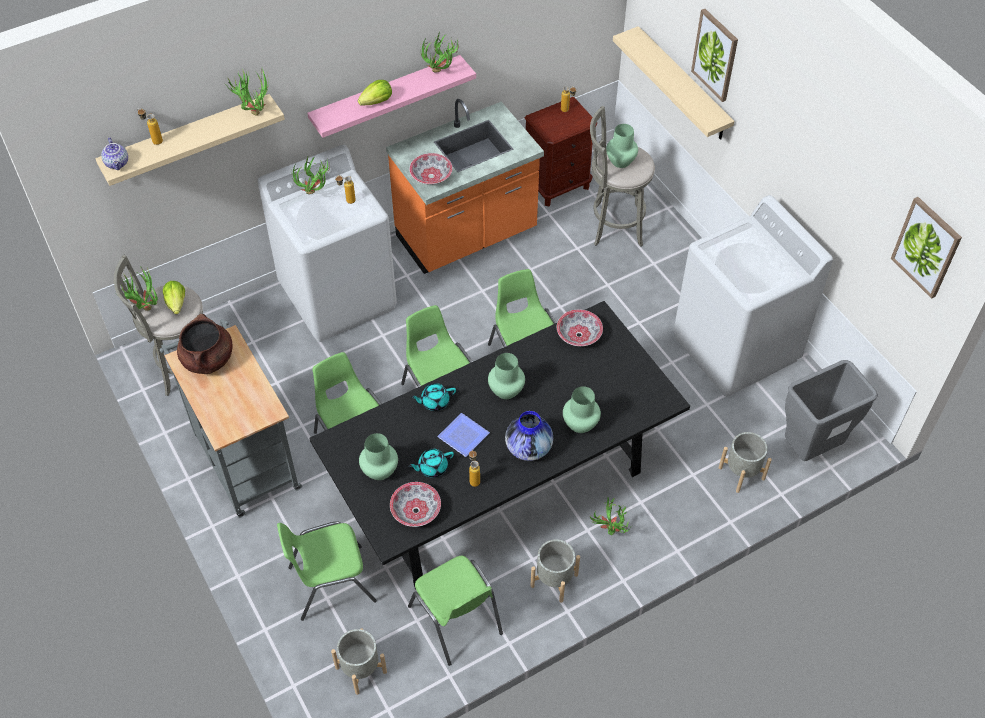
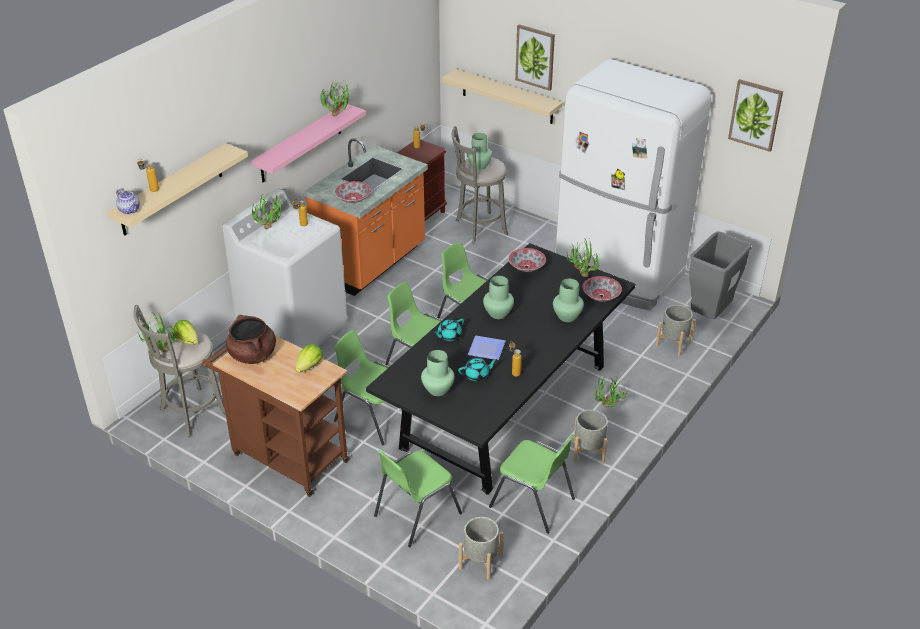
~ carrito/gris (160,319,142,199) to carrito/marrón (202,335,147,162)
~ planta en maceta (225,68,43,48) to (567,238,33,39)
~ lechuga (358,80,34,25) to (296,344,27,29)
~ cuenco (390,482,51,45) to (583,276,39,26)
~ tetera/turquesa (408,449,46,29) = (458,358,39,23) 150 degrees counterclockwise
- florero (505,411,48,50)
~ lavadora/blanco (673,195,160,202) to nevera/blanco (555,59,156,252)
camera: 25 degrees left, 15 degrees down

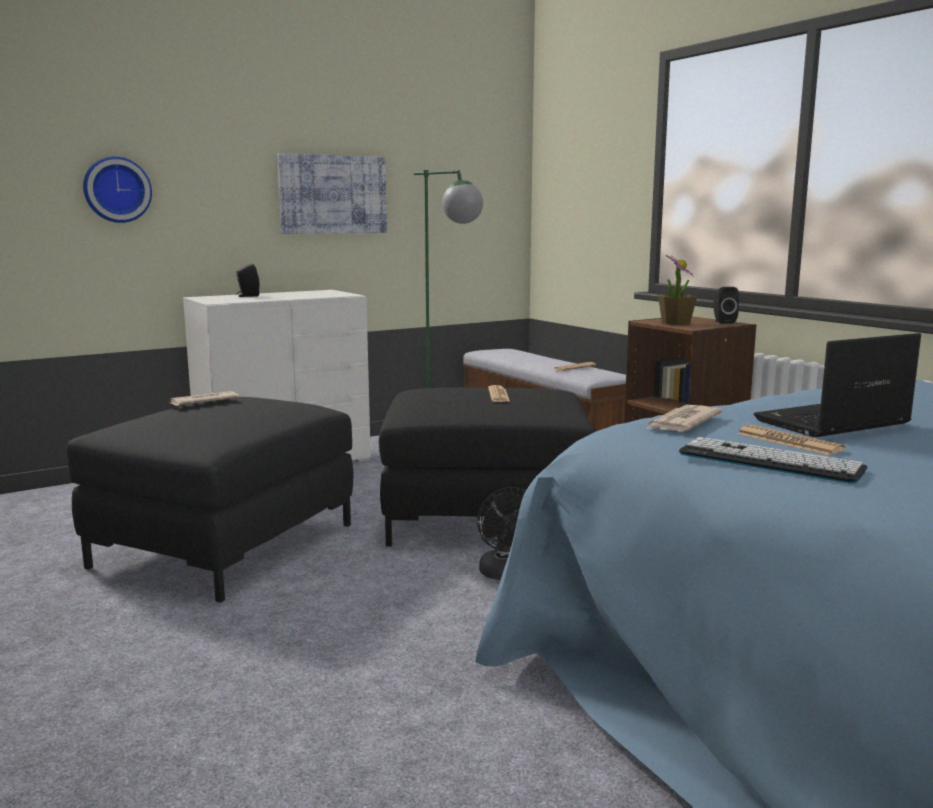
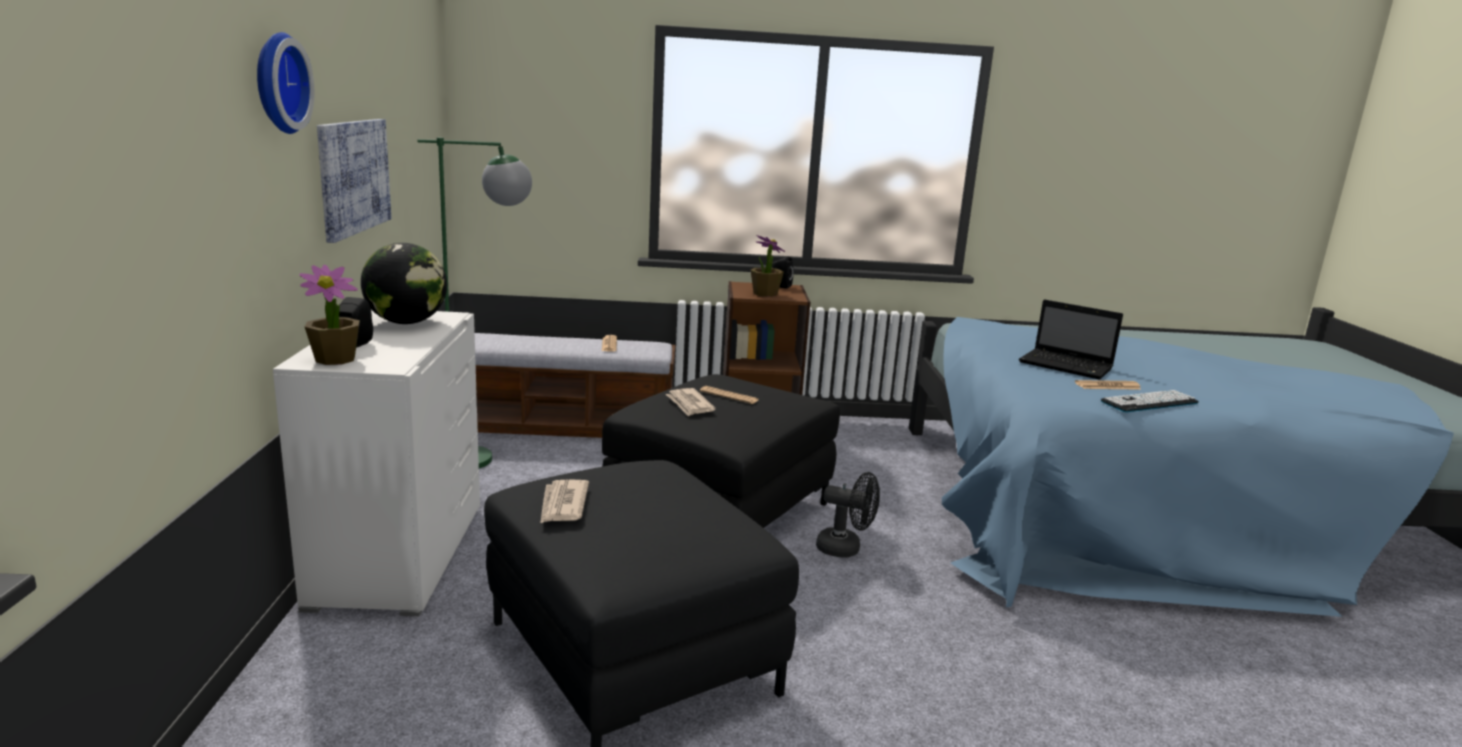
~ reloj de pared (83,156,69,67) to (257,32,57,102)
~ periódico (646,405,77,26) to (666,388,50,29)
~ portátil (754,333,167,104) = (1019,299,104,81) 60 degrees counterclockwise
+ planta en maceta (299,265,61,100)
+ globo terráqueo (361,243,86,81)
camera: 60 degrees left, 5 degrees up

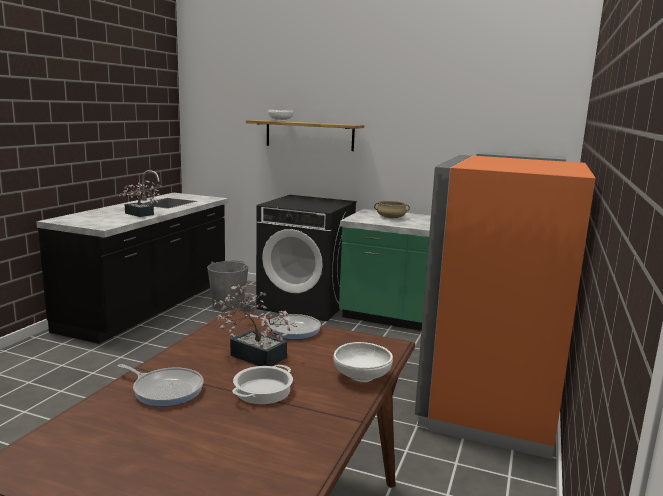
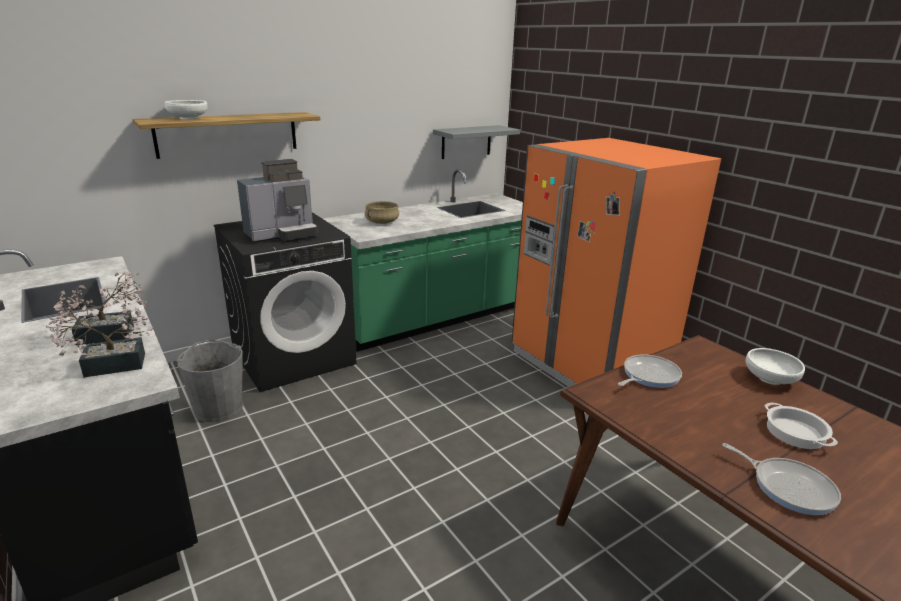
~ sartén (118,364,86,43) = (722,443,119,72) 75 degrees clockwise
~ planta en maceta (214,283,84,83) to (46,297,107,81)
+ cafetera (237,159,81,83)
camera: 55 degrees left, 10 degrees up

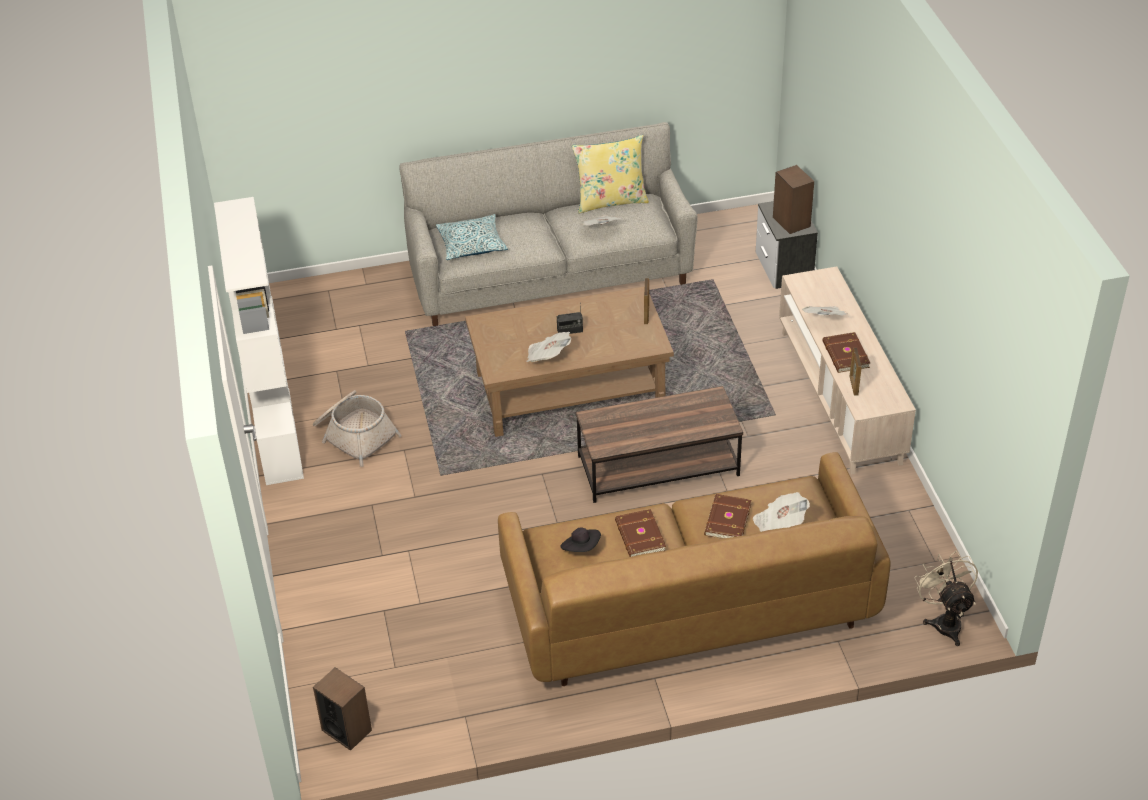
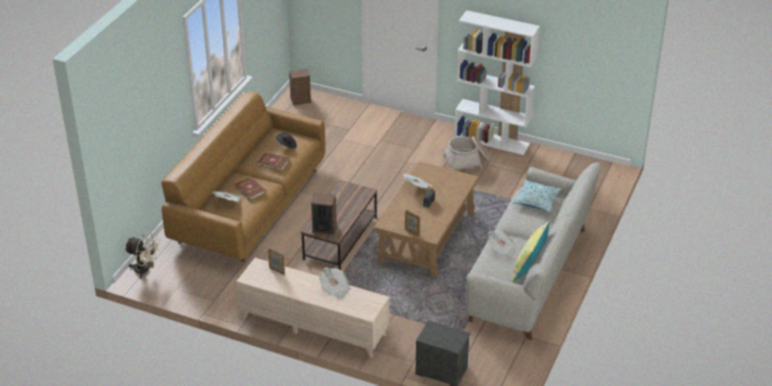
~ altavoz (773,165,41,69) to (311,193,26,42)
- libro/marrón (822,332,48,41)
camera: 125 degrees right, 5 degrees down

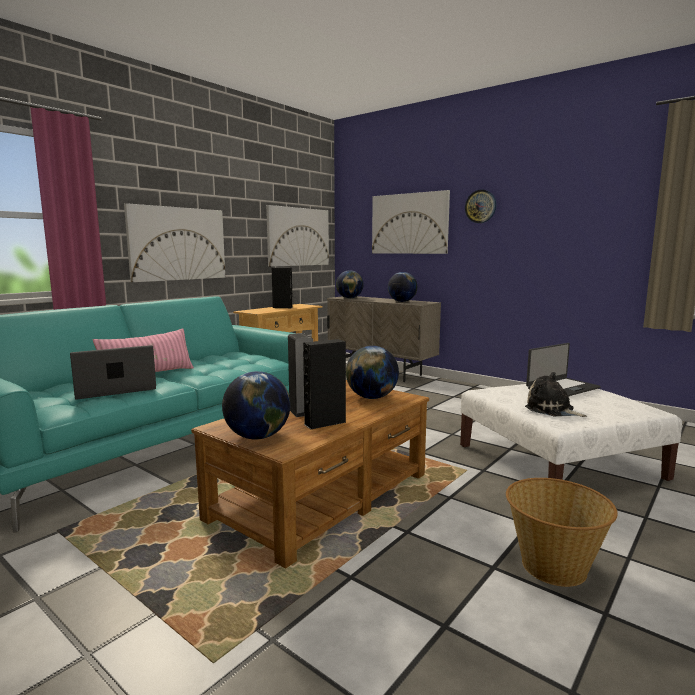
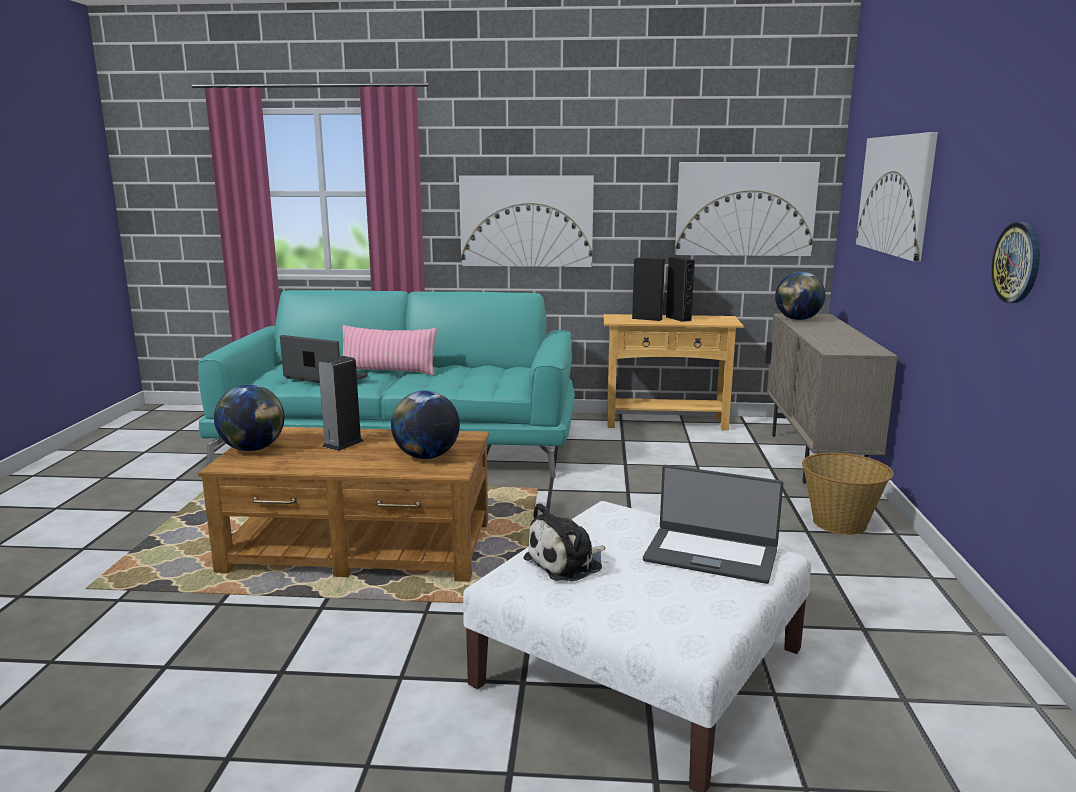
~ altavoz/negro (303,339,43,90) to (632,258,33,63)
- globo terráqueo (388,272,29,30)
~ reloj de pared (465,189,31,34) to (991,222,49,81)
~ cesta (506,478,112,109) to (802,453,92,82)
~ peluche (525,372,62,45) = (523,503,83,79) 135 degrees counterclockwise
camera: 55 degrees right, 5 degrees up

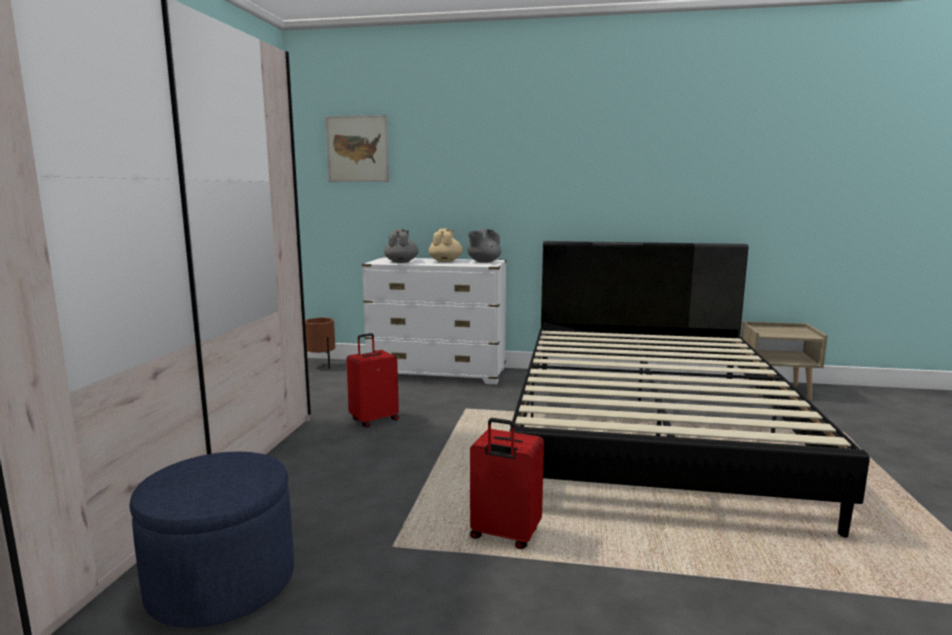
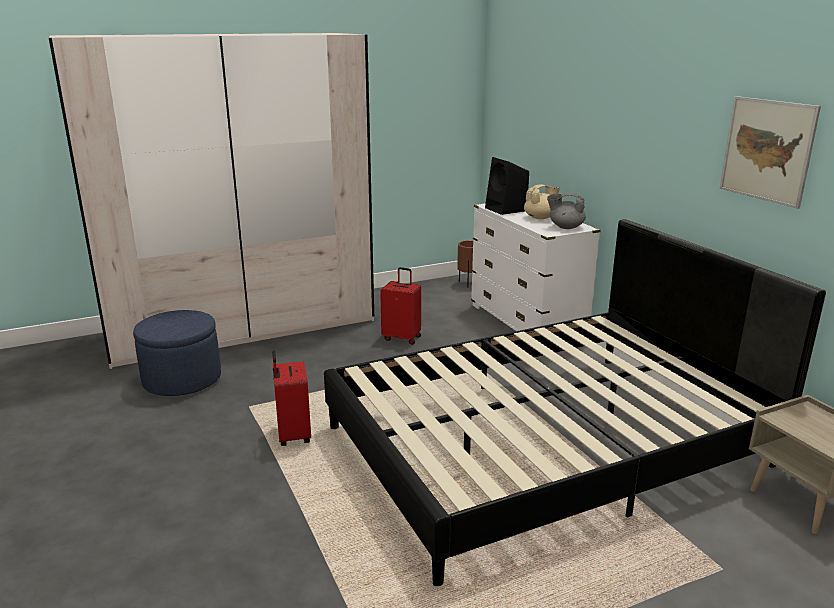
~ cuadro (325,115,64,67) to (719,96,102,113)
~ tetera/gris (384,229,35,34) to altavoz/negro (485,157,44,58)
camera: 55 degrees right, 10 degrees up

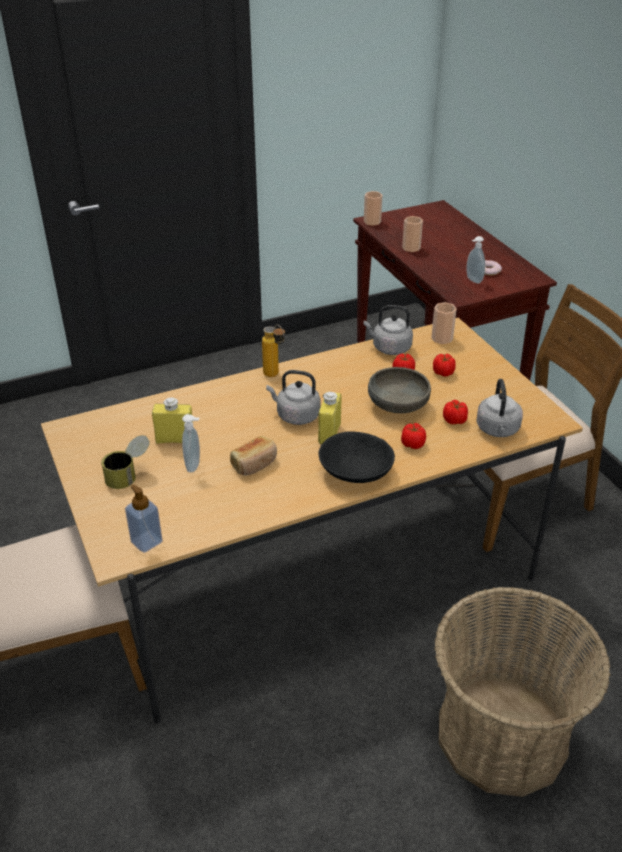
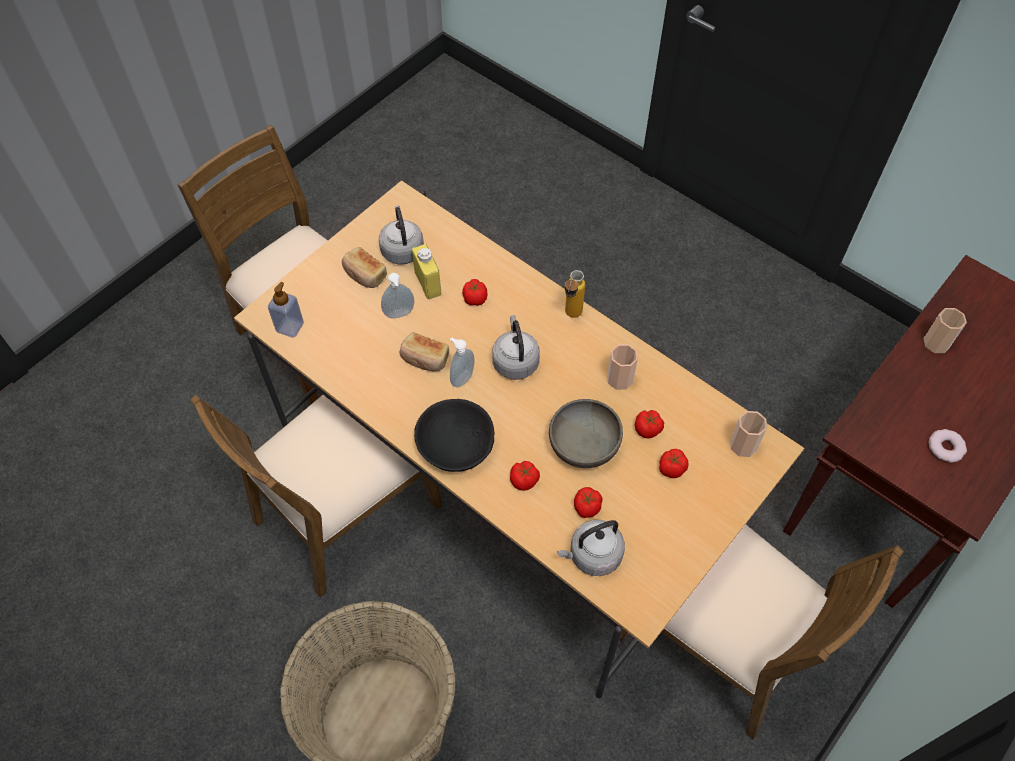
~ lata (101,435,49,54) to pan (342,247,45,41)
- botella/amarillo (318,392,24,53)
~ taza (364,191,19,35) to (607,344,31,46)
~ hervidor/gris (364,305,49,50) to (379,205,45,60)
~ dispensador de jabón (466,236,19,48) to (450,337,25,50)
+ silla/marrón (190,395,252,202)
+ tomate (462,279,25,27)
camera: 65 degrees right, 20 degrees up

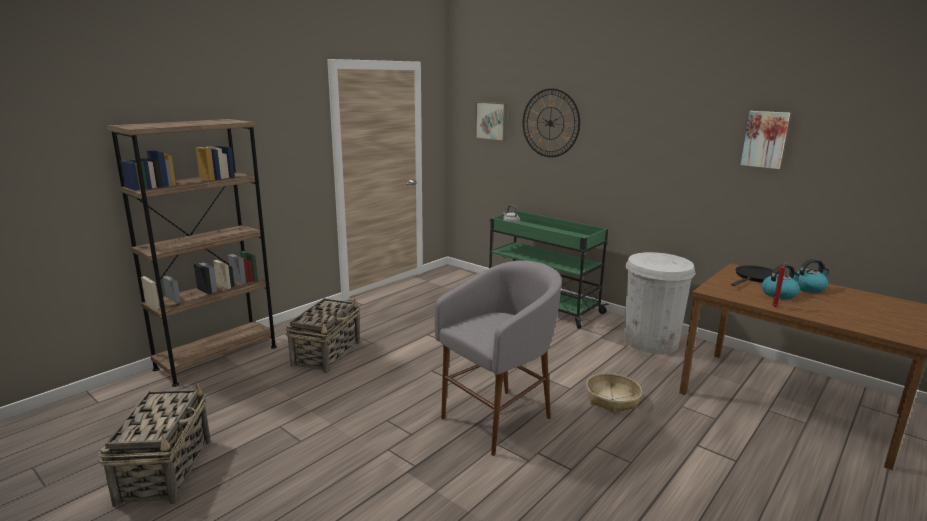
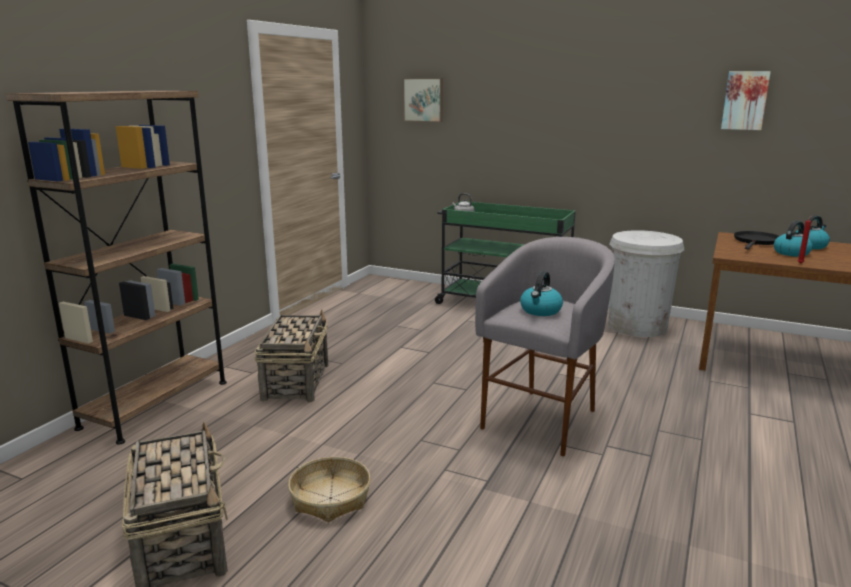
- reloj de pared (523,88,57,69)
~ cesta (586,373,56,40) to (288,457,83,65)
+ hervidor (520,271,43,45)
camera: 15 degrees left, 0 degrees up

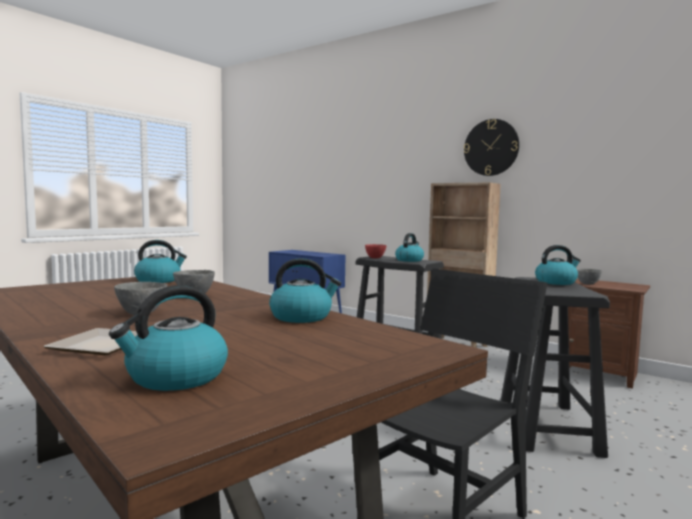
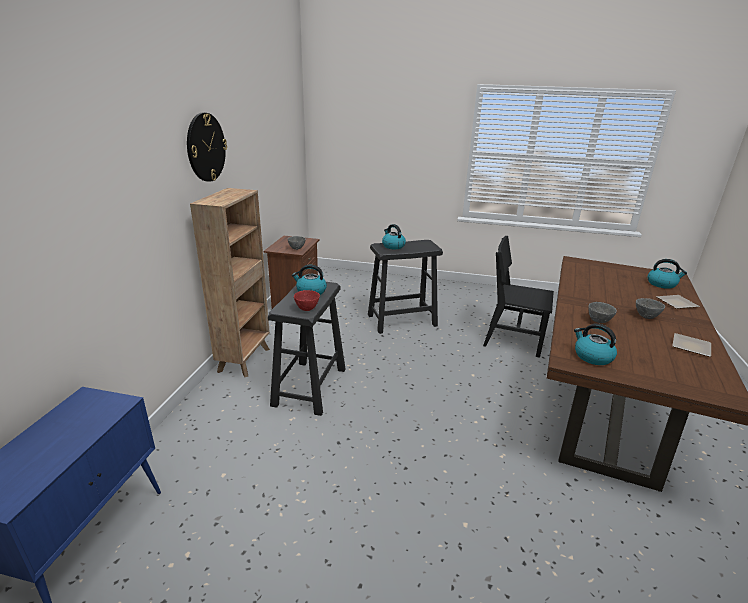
- hervidor (269,258,72,65)
+ plato (673,333,38,24)
camera: 115 degrees left, 20 degrees up

